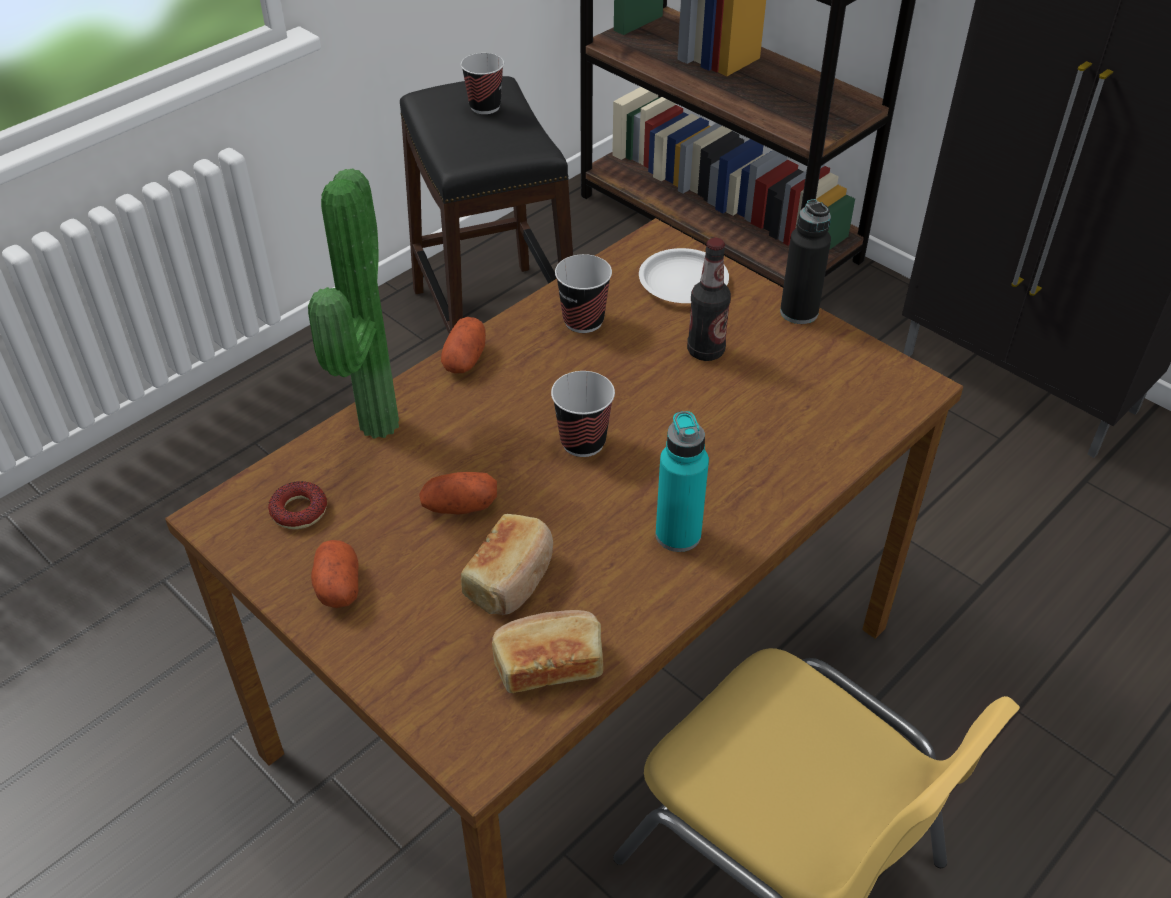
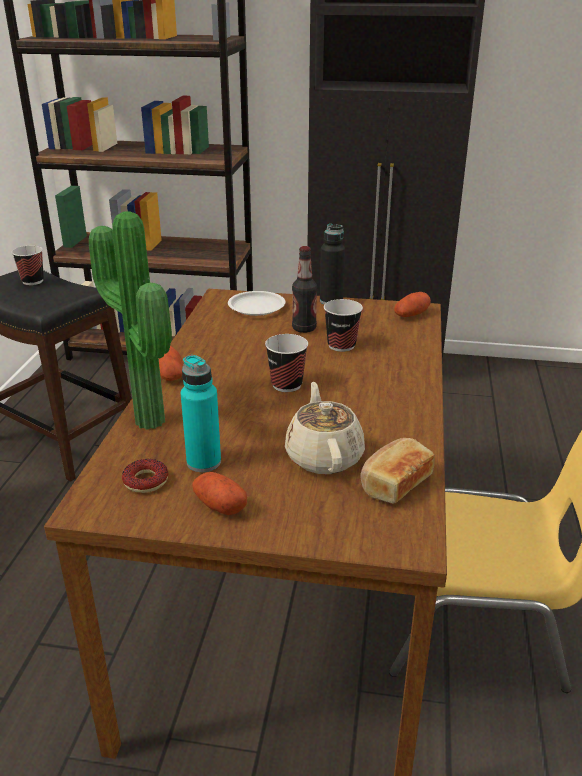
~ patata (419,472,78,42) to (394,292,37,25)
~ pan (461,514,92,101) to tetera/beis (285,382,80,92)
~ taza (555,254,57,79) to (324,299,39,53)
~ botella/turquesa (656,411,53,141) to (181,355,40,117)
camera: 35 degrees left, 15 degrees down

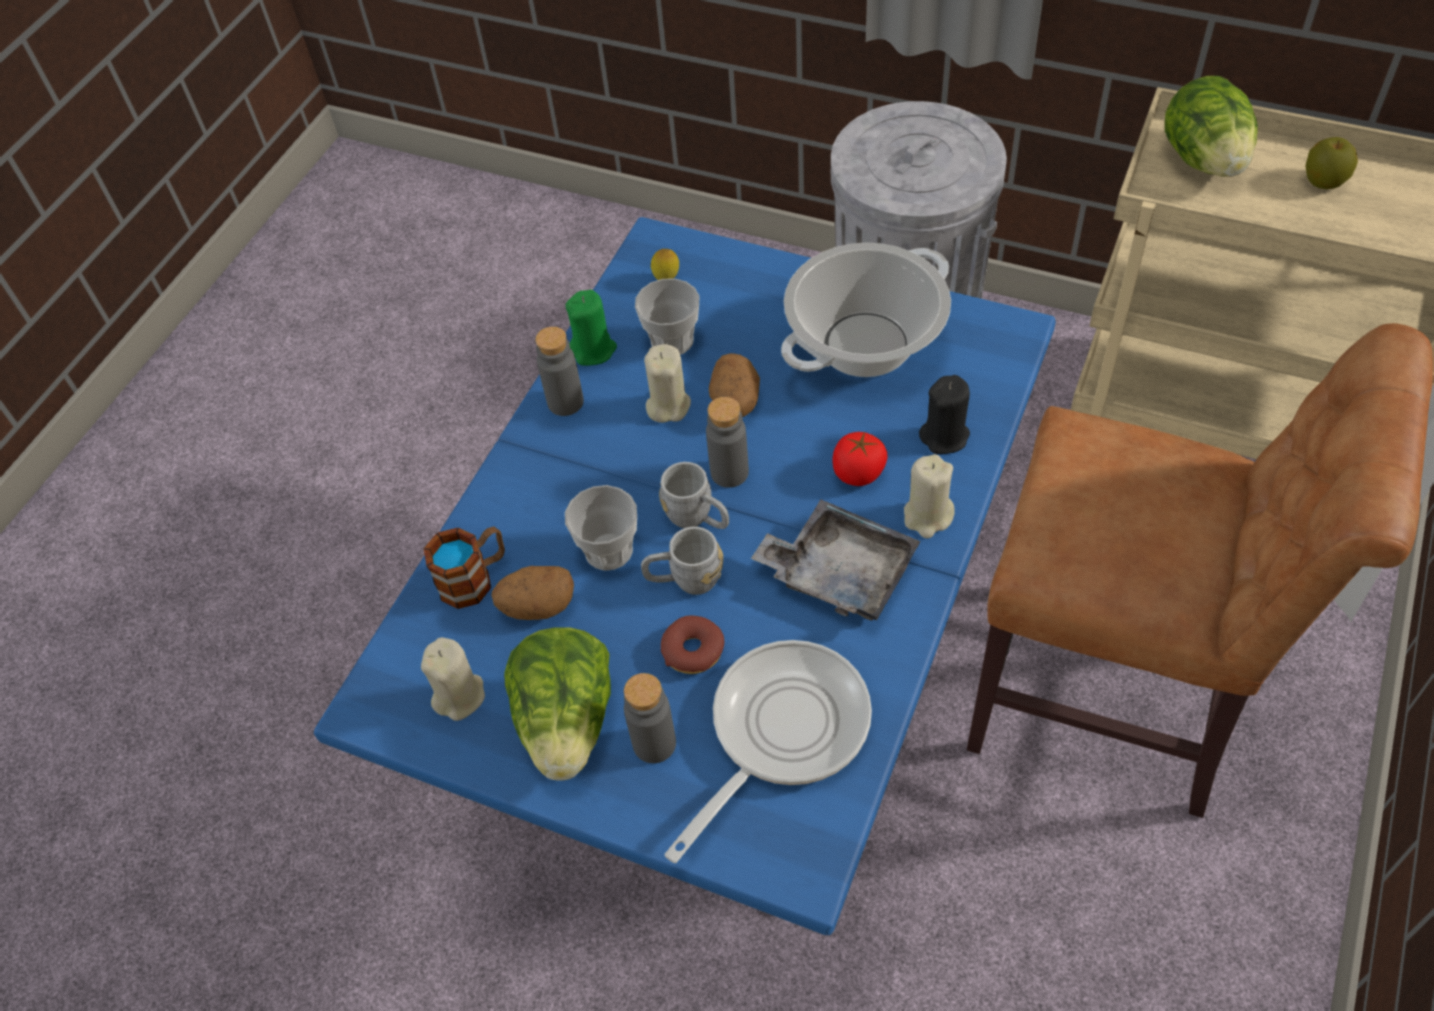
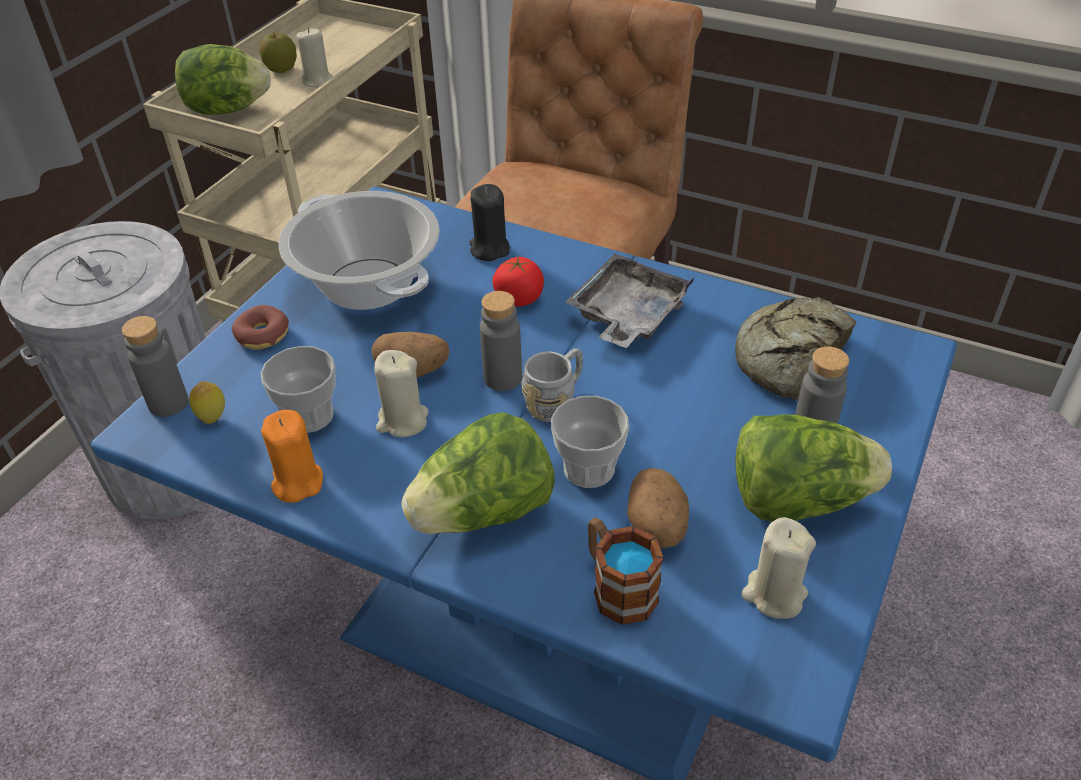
~ botella/gris (535,327,49,89) to (122,316,66,101)
~ vela/verde (566,290,51,76) to vela/naranja (261,410,62,93)
- taza grande/gris (641,526,82,69)
~ rosquilla (661,616,63,58) to (232,305,57,45)
~ sartén (664,640,208,223) to pan (735,297,122,103)
~ vela/beis (904,454,50,85) to (296,28,36,60)
+ lechuga (401,412,154,122)
camera: 90 degrees left, 10 degrees down

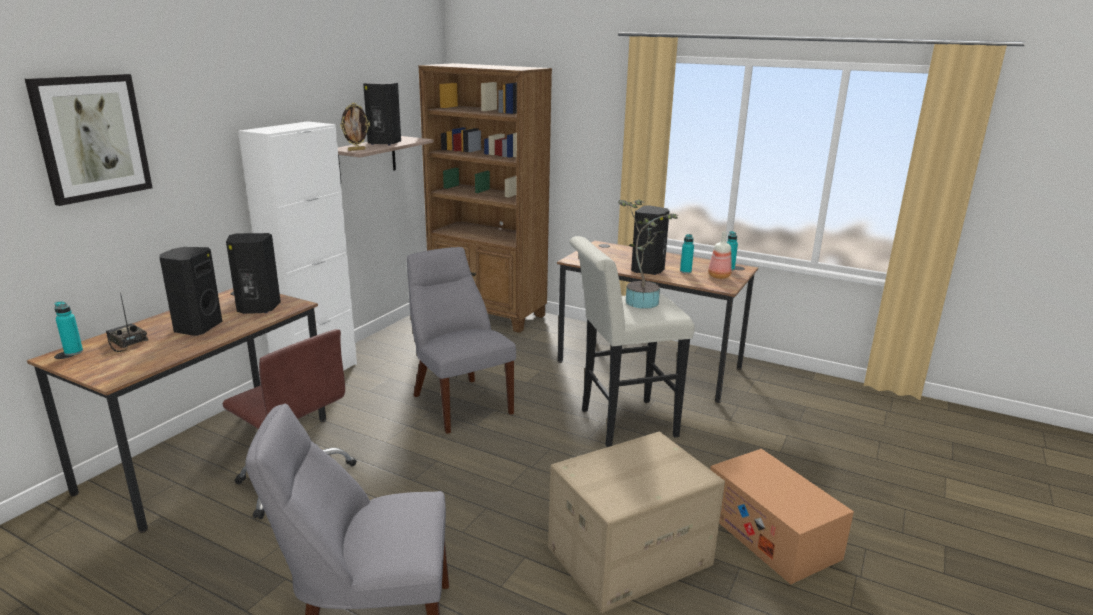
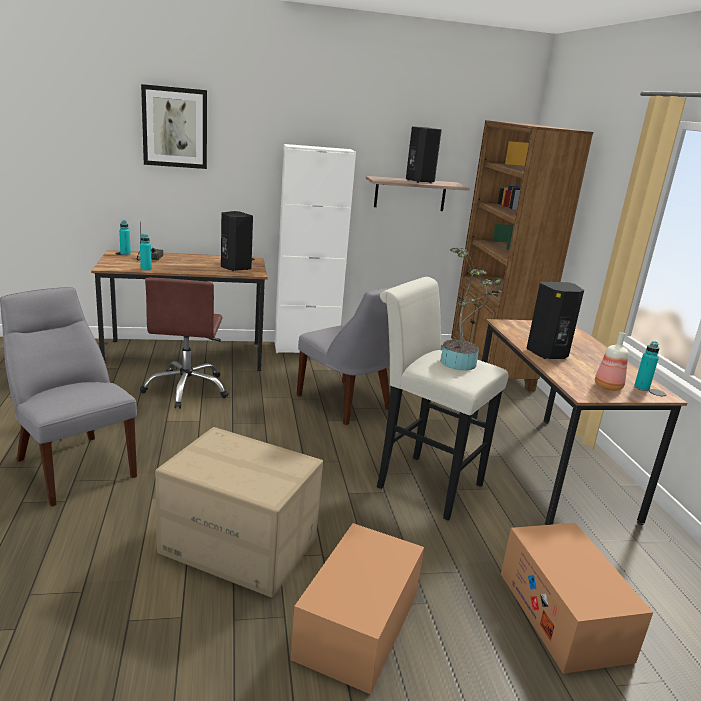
- altavoz/negro (159,247,63,89)
- portarretratos (340,103,30,48)
~ silla/gris (407,247,109,187) = (297,287,96,138) 120 degrees clockwise
~ botella/turquesa (680,234,14,40) to (140,234,12,37)
+ caja de cartón (501,523,152,151)
camera: 50 degrees right, 0 degrees up

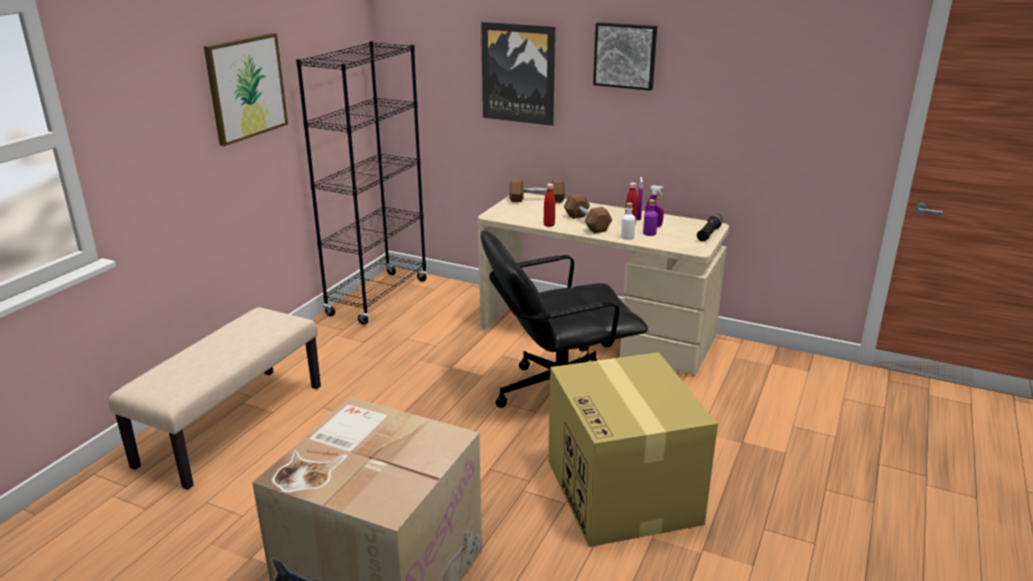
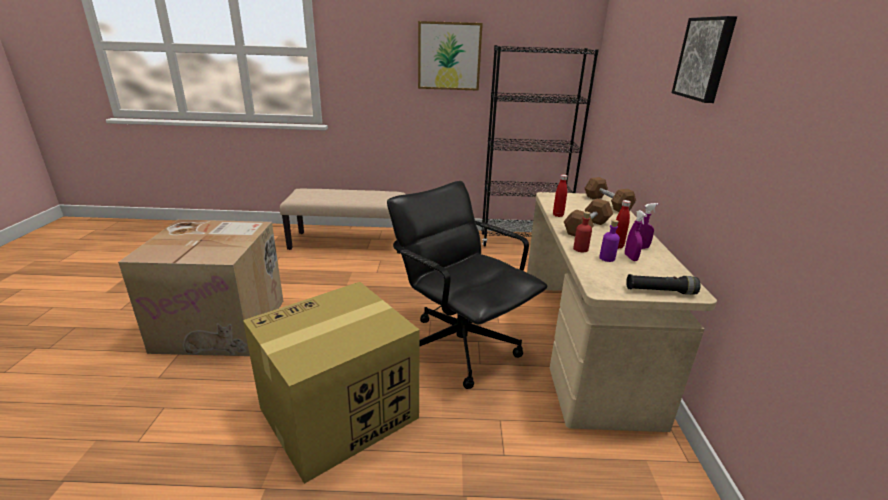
- cuadro (481,22,74,104)
~ botella/blanco (621,203,15,37) to botella/rojo (573,212,19,40)
camera: 65 degrees right, 0 degrees up

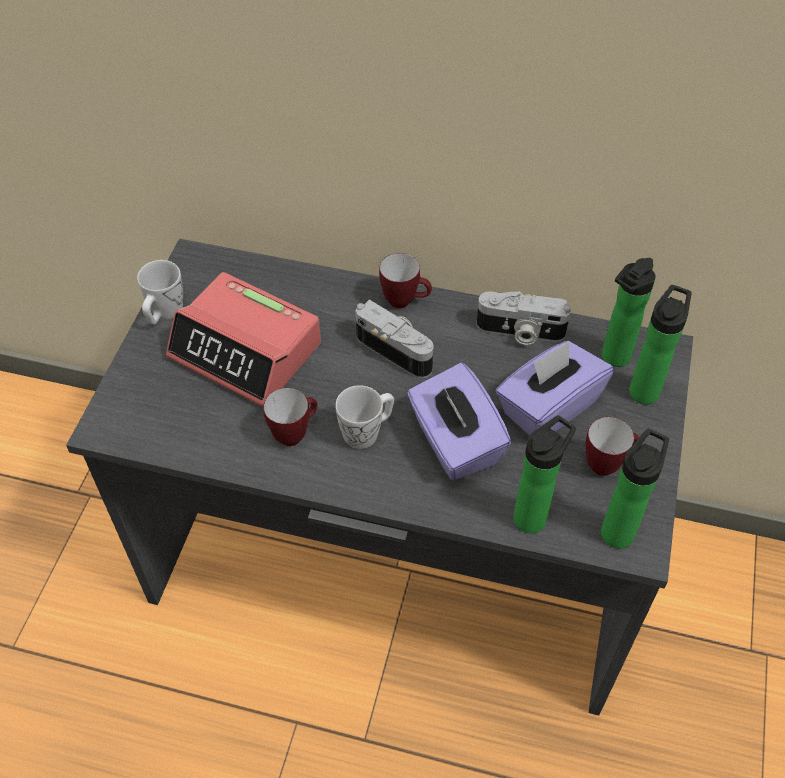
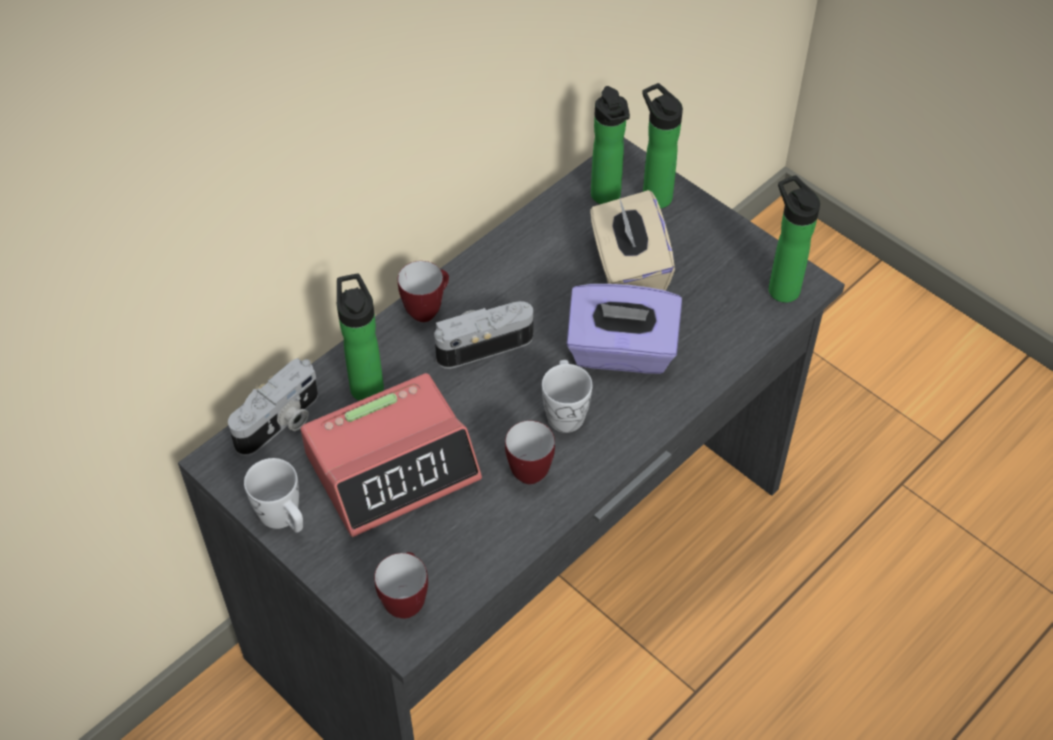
~ cámara (476,291,95,54) to (228,358,90,98)
~ caja de pañuelos/morado (496,341,117,95) to caja de pañuelos/beis (590,190,85,101)
~ botella (513,415,63,118) to (337,274,47,127)
~ taza grande (586,417,53,59) to (374,552,54,67)
camera: 60 degrees left, 0 degrees up

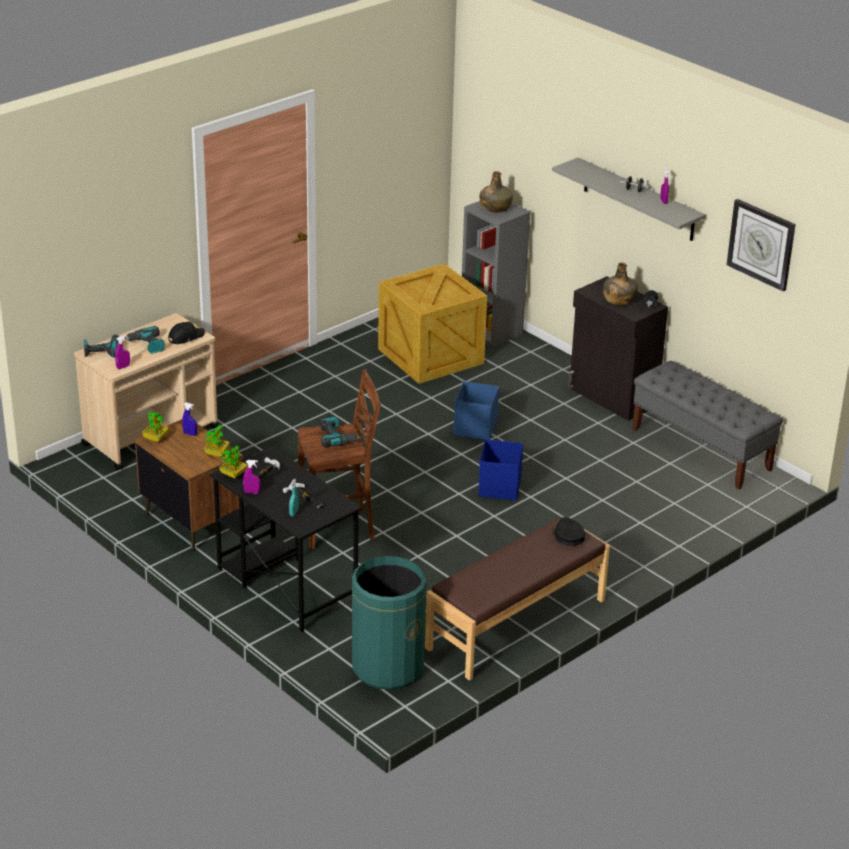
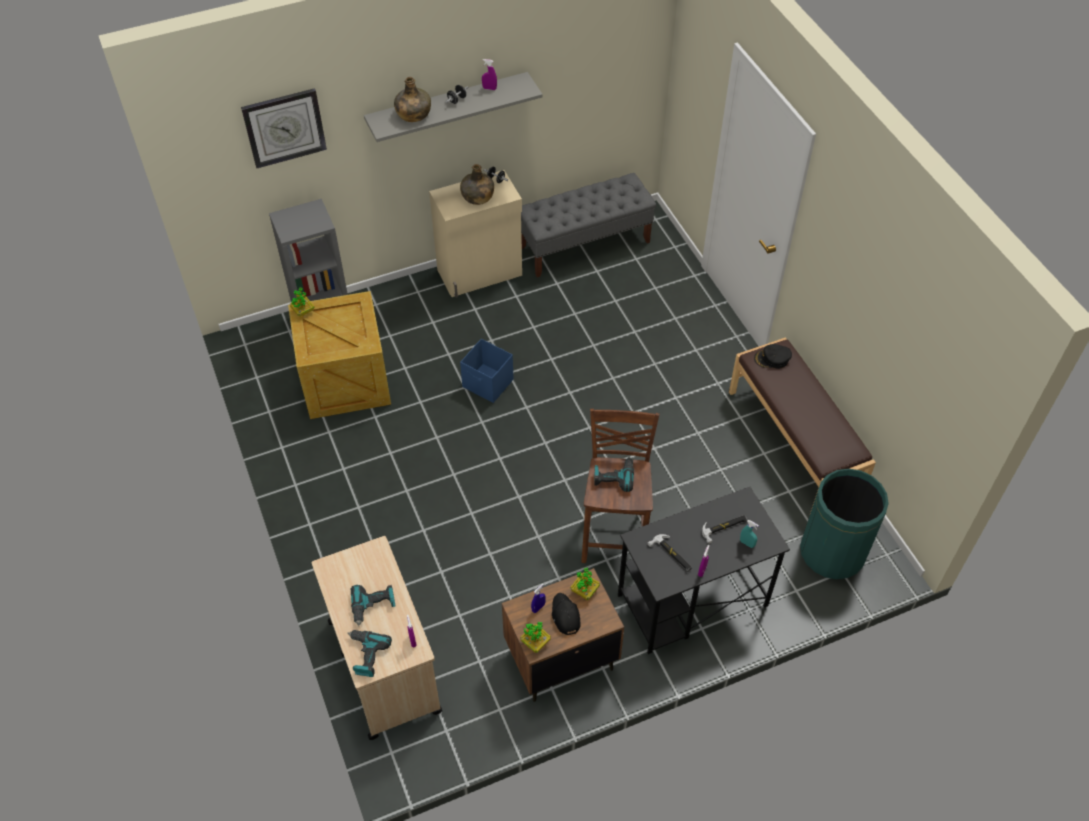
~ gorra/negro (168,322,37,22) to (552,593,29,42)
~ planta en maceta (220,446,28,32) to (290,287,25,30)
- caja de almacenaje/azul (478,439,45,62)
~ botella/verde (479,171,34,42) to (394,77,37,45)
~ armario/negro (568,276,100,145) to armario/beis (429,170,93,128)
~ reloj de pared (727,199,69,93) to (241,88,86,80)
camera: 70 degrees left, 20 degrees up

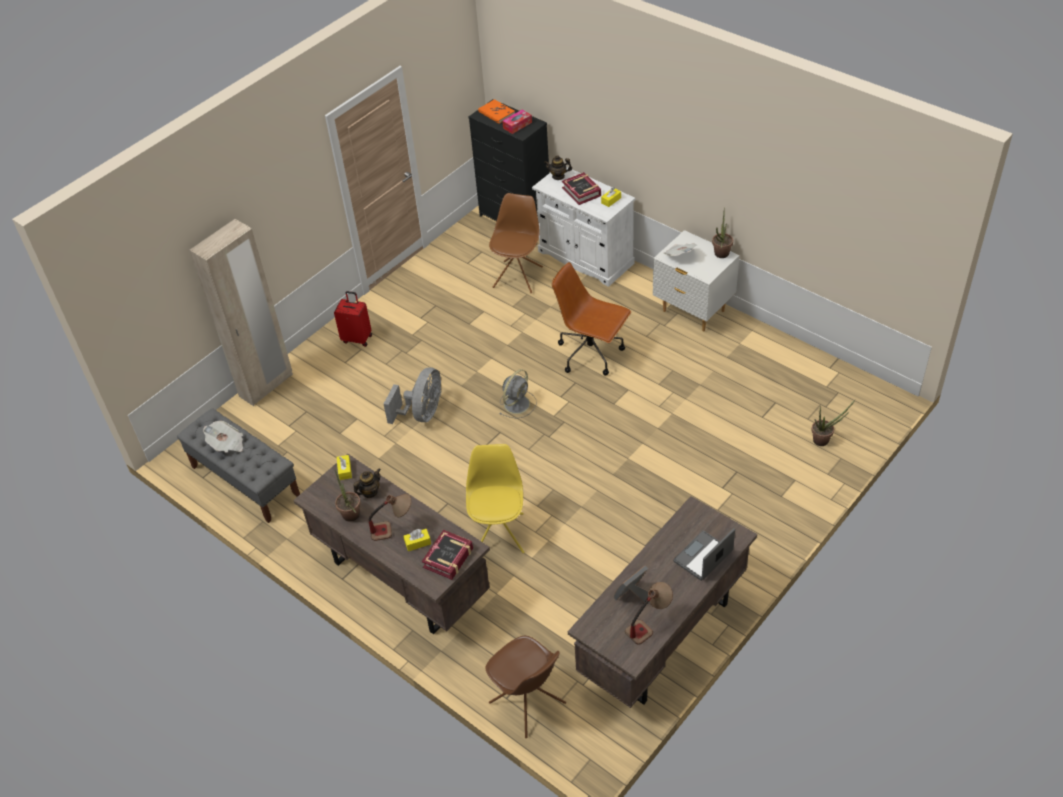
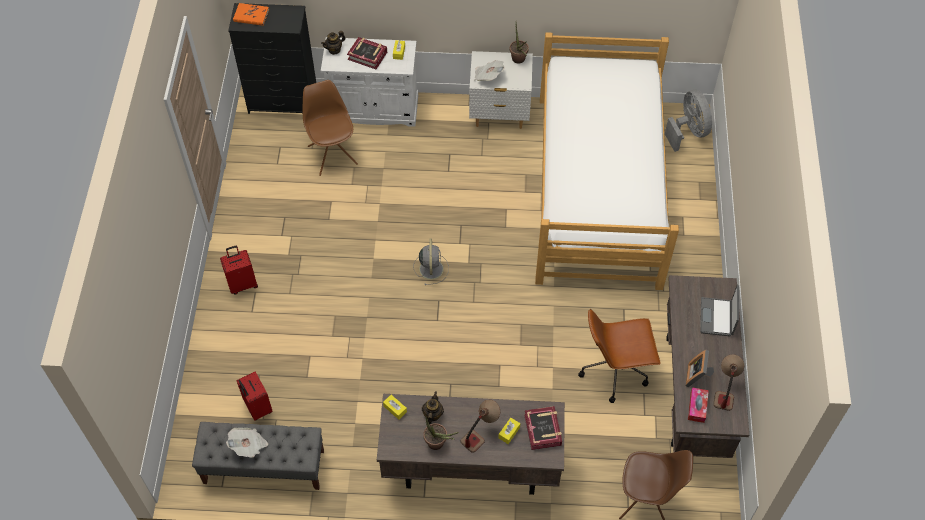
- armario ropero/beis (189,219,104,187)
~ ventilador/gris (384,367,57,57) to (665,90,47,62)
- silla/amarillo (466,444,58,109)
~ caja de pañuelos (502,110,30,24) to (688,388,21,35)
~ silla de oficina/marrón (552,262,79,113) to (578,309,83,94)
- planta en maceta (811,399,45,47)
+ maleta/rojo (236,372,37,49)
+ cama (535,32,144,258)
camera: 40 degrees left, 10 degrees up

